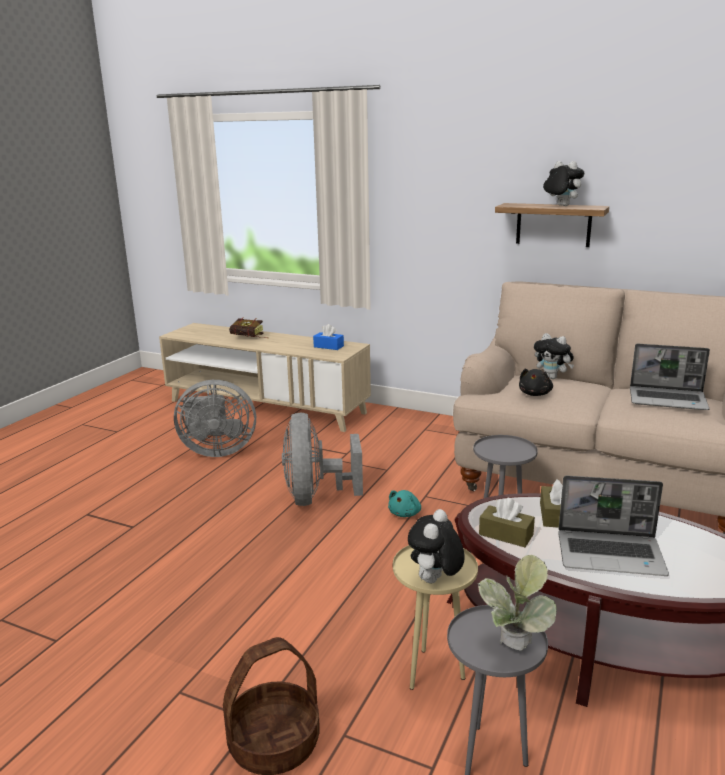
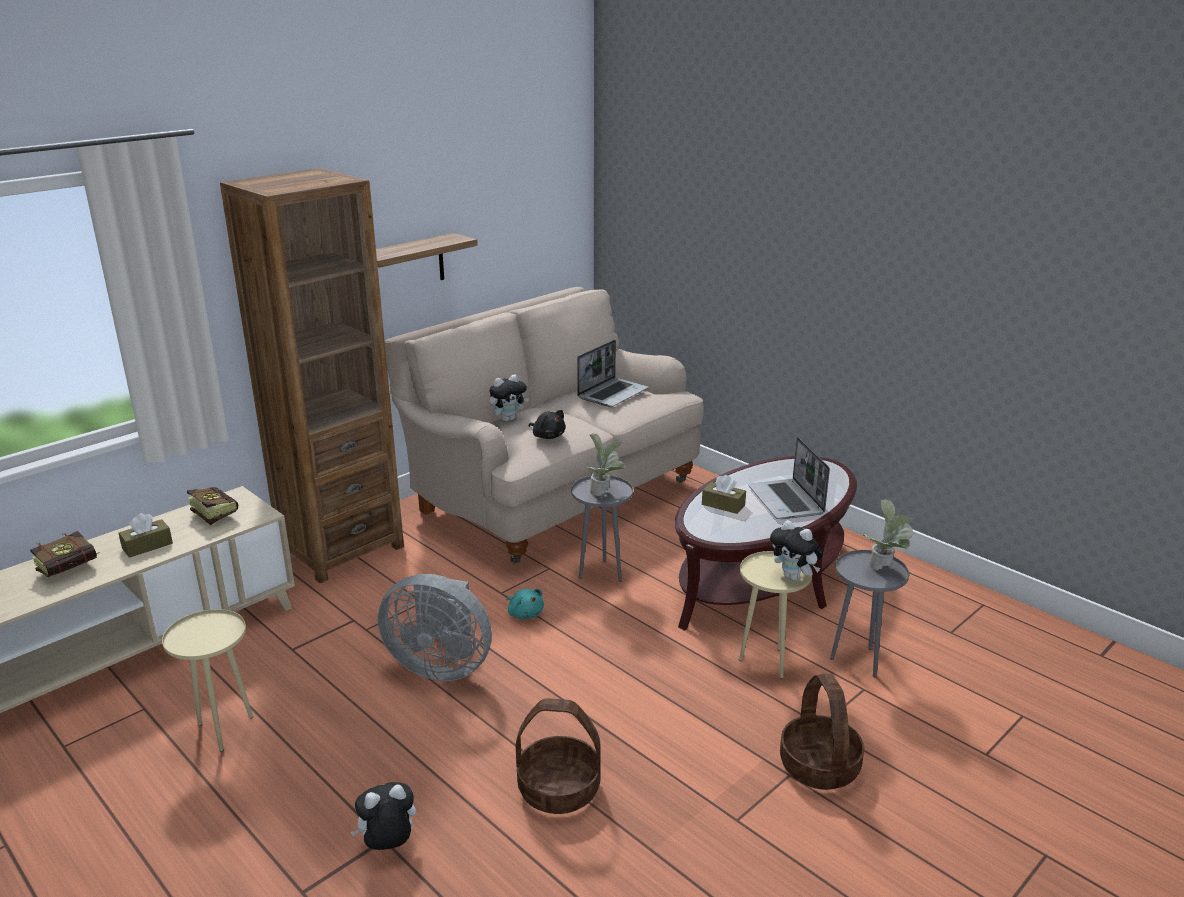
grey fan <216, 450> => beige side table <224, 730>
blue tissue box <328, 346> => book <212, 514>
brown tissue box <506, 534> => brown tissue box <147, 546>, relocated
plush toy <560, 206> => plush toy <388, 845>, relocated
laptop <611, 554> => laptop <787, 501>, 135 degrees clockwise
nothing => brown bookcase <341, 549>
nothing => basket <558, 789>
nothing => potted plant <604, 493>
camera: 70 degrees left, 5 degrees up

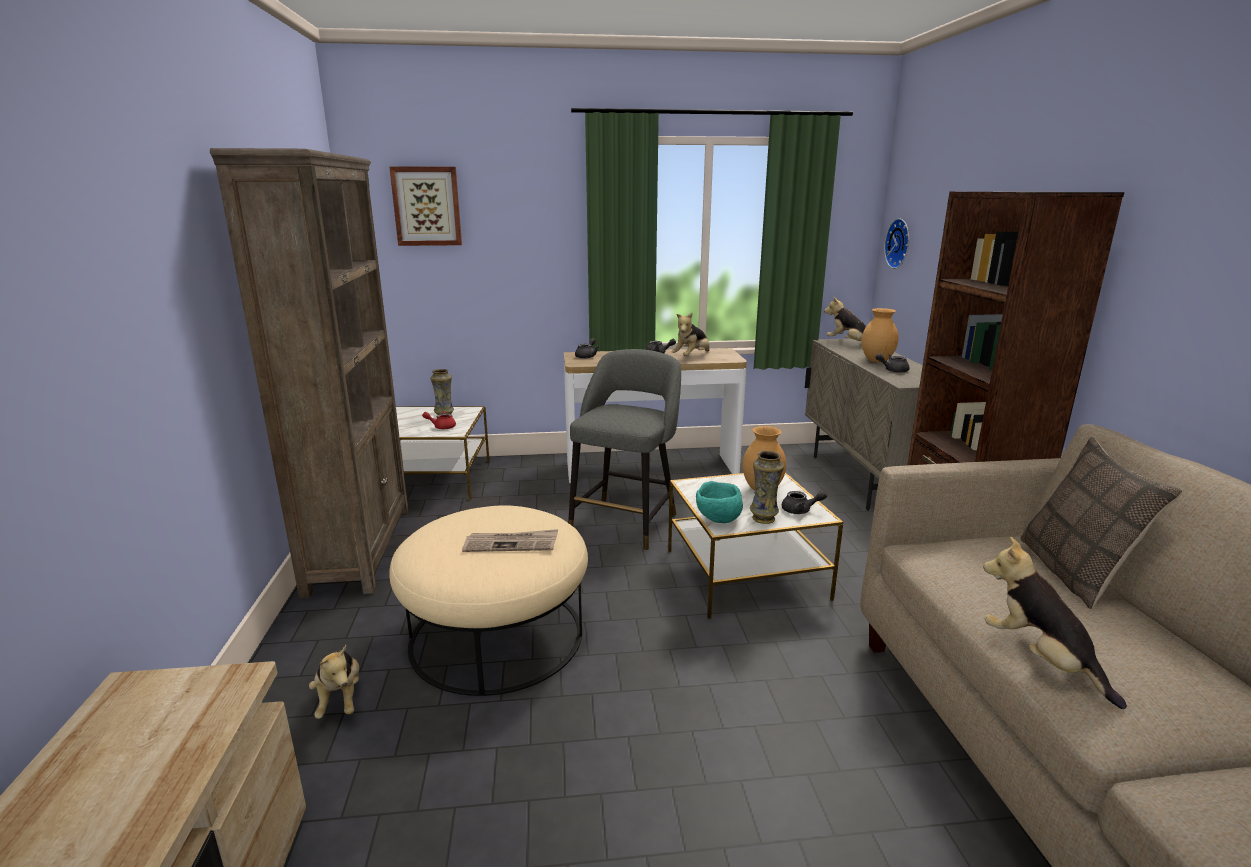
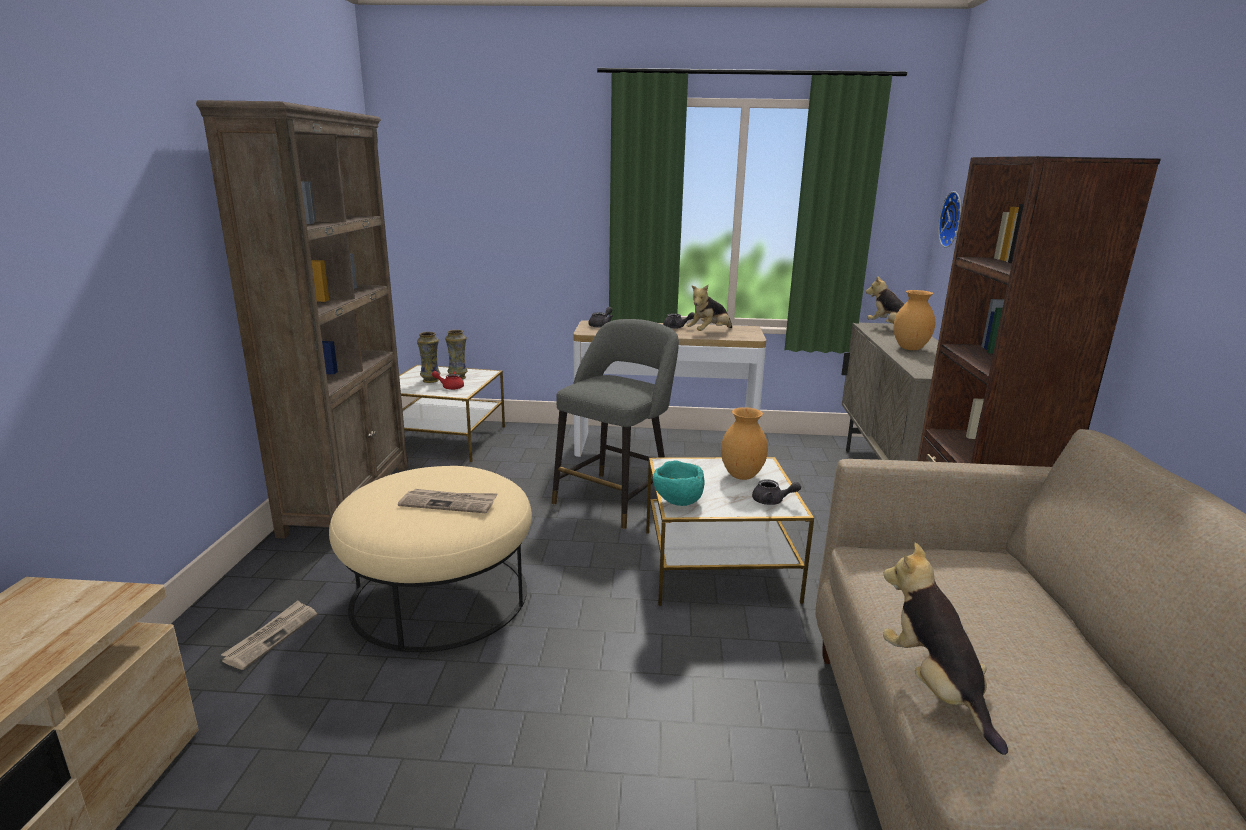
plush toy <340, 699> => newspaper <271, 636>
picture <427, 206> => nothing
vase <764, 519> => vase <430, 380>, relocated
grey teapot <892, 370> => nothing
pillow <1075, 573> => nothing
camera: 10 degrees right, 0 degrees up

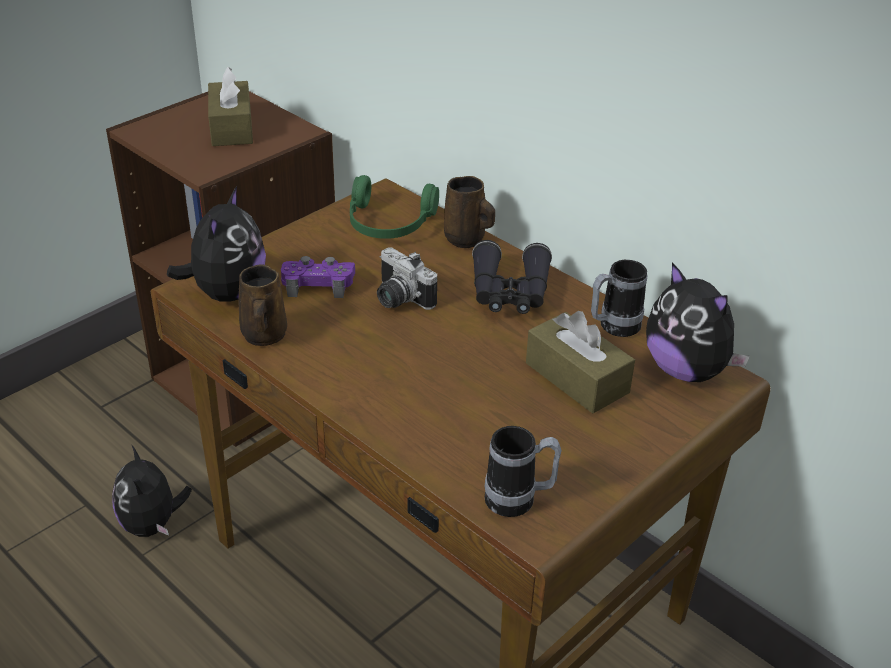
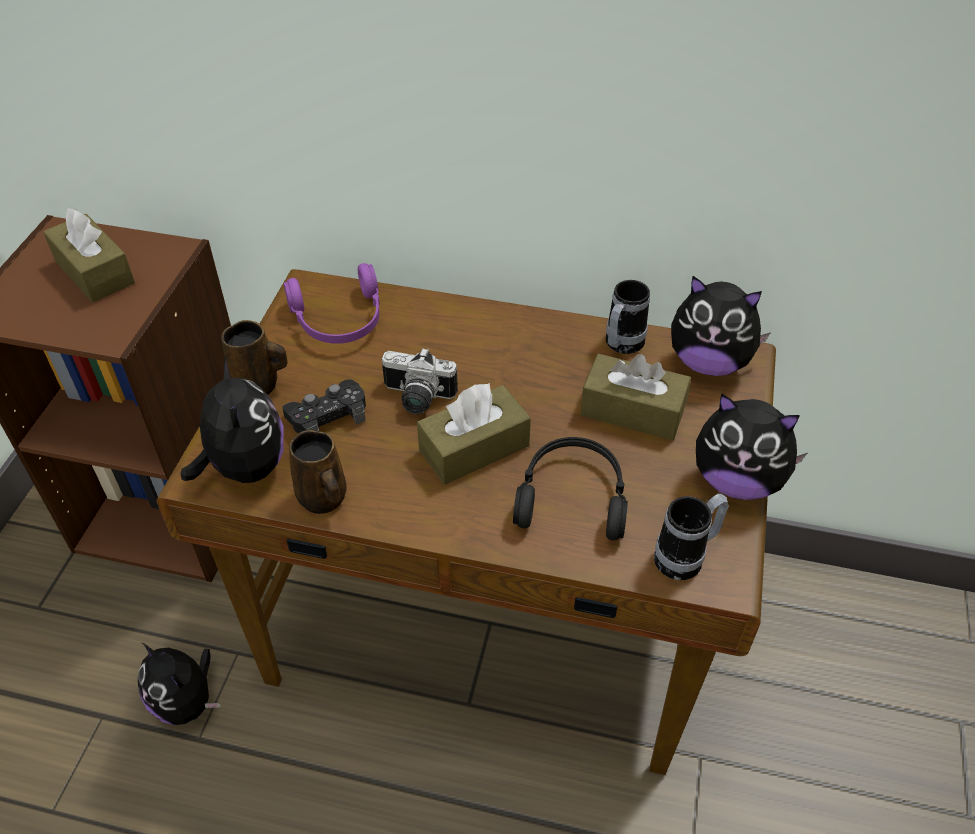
purple game controller <318, 284> => black game controller <327, 416>
green headphones <388, 224> => purple headphones <339, 320>
brown mug <466, 240> => brown mug <259, 385>, relocated
black binoculars <509, 292> => nothing
nothing => brown tissue box <474, 448>
nothing => black headphones <572, 497>
nothing => plush toy <737, 480>
camera: 30 degrees left, 10 degrees up

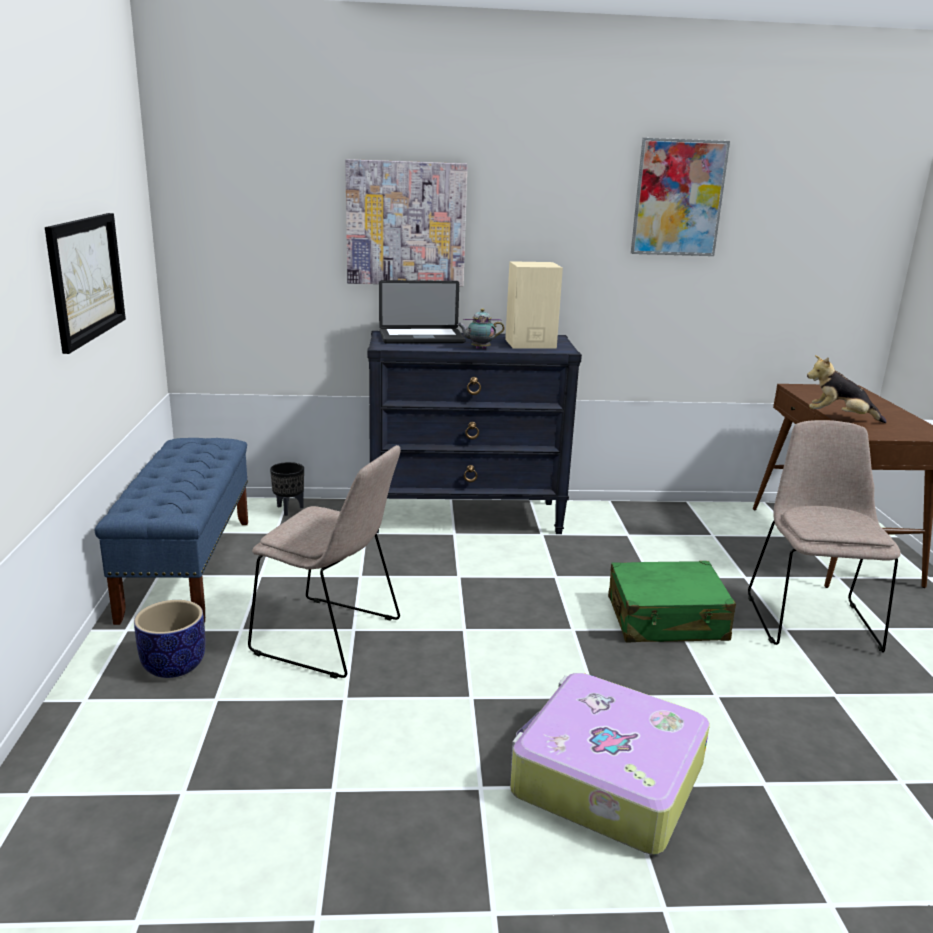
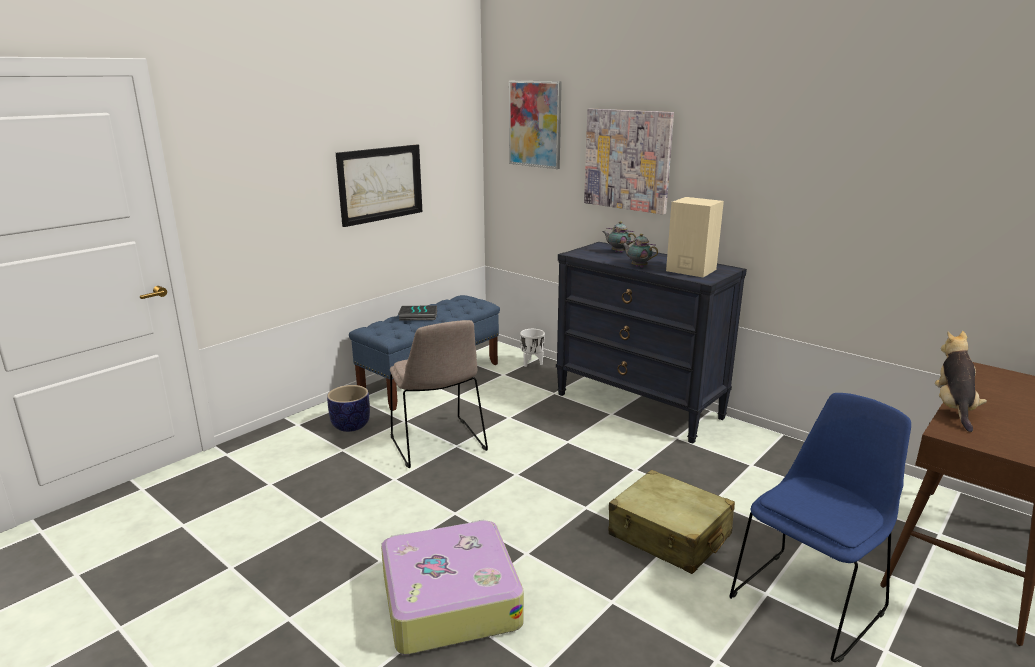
black planter <288, 509> => white planter <532, 363>
laptop <421, 338> => teapot <617, 252>
green suitcase <667, 619> => beige suitcase <669, 535>
picture <678, 198> => picture <535, 124>, relocated
beige chair <811, 619> => blue chair <809, 601>
plush toy <839, 418> => plush toy <953, 408>, 45 degrees clockwise
nothing => book <417, 316>
camera: 45 degrees right, 0 degrees up

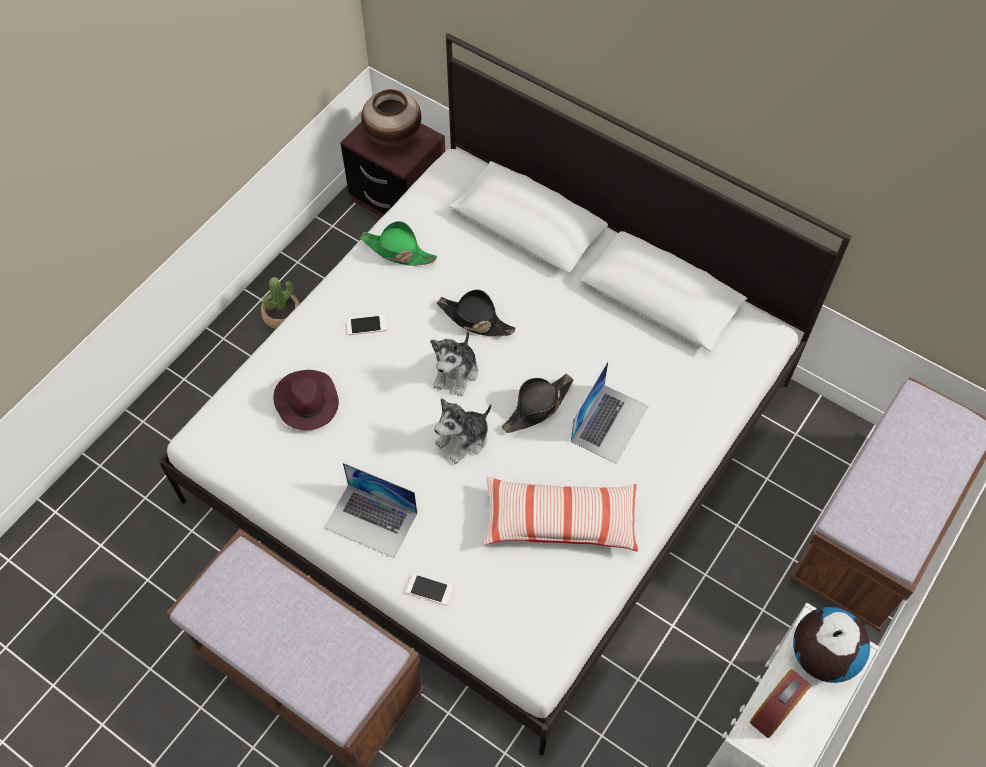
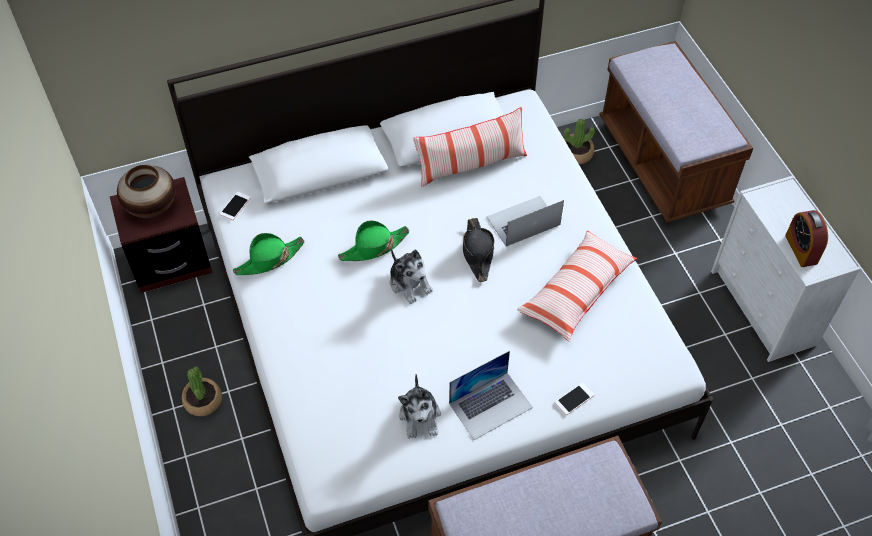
purple hat <306, 401> => nothing
phone <366, 325> => phone <235, 206>, relocated
plush toy <464, 439> => plush toy <420, 416>, relocated
black hat <475, 319> => green hat <374, 247>
laptop <609, 423> => laptop <523, 221>, 90 degrees counterclockwise
globe <821, 655> => nothing
nothing => pillow <471, 165>
nothing => potted plant <576, 153>
camera: 55 degrees left, 5 degrees down

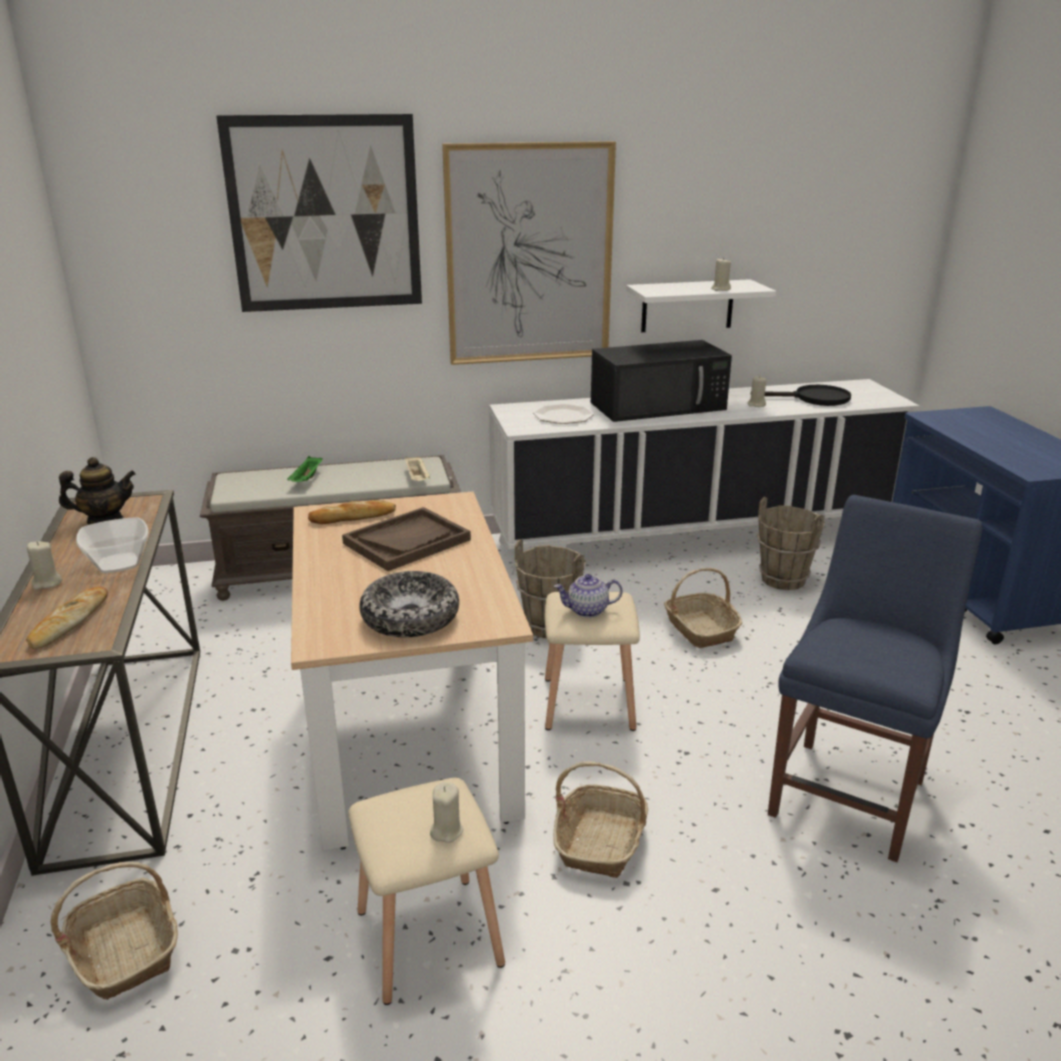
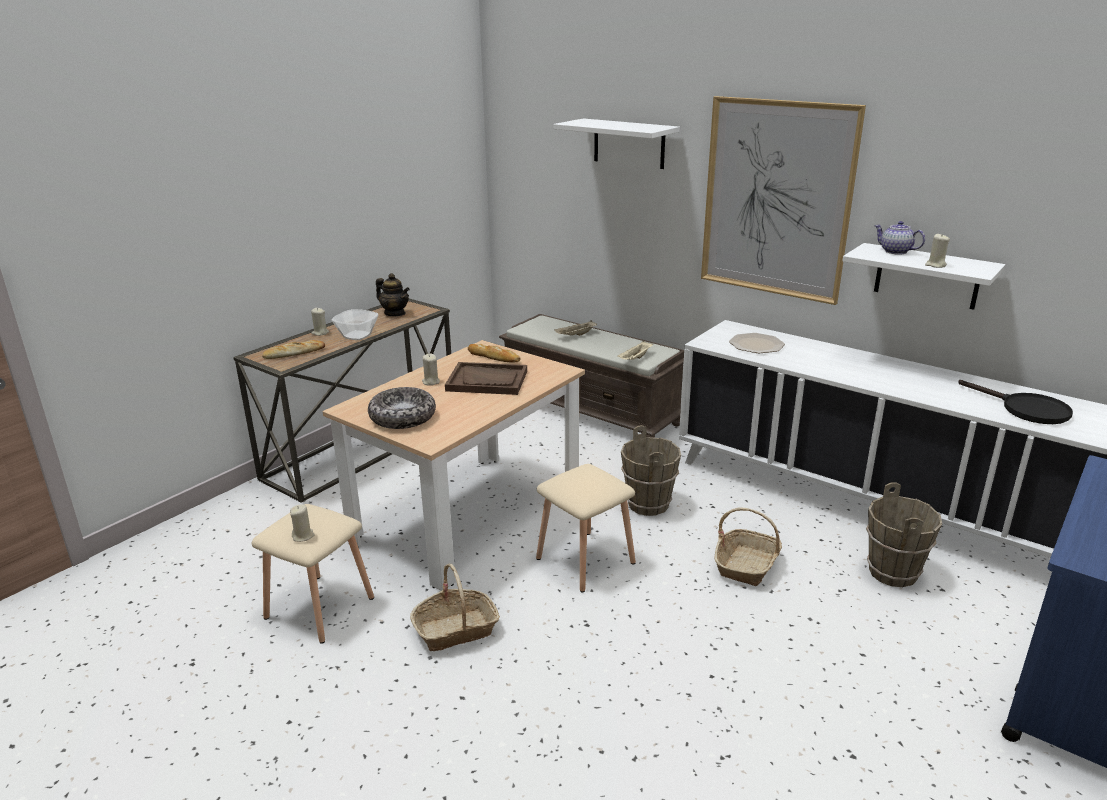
basket <125, 950> => nothing
picture <325, 214> => white shelf <629, 143>
green tray <307, 479> => beige tray <575, 335>
teapot <587, 610> => teapot <895, 251>, relocated
black microwave <659, 405> => nothing
beige candle <756, 404> => beige candle <431, 382>, relocated
blue chair <850, 792> => nothing
camera: 50 degrees right, 0 degrees up

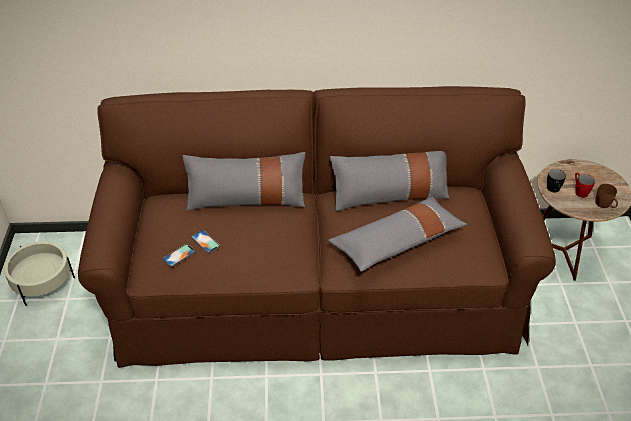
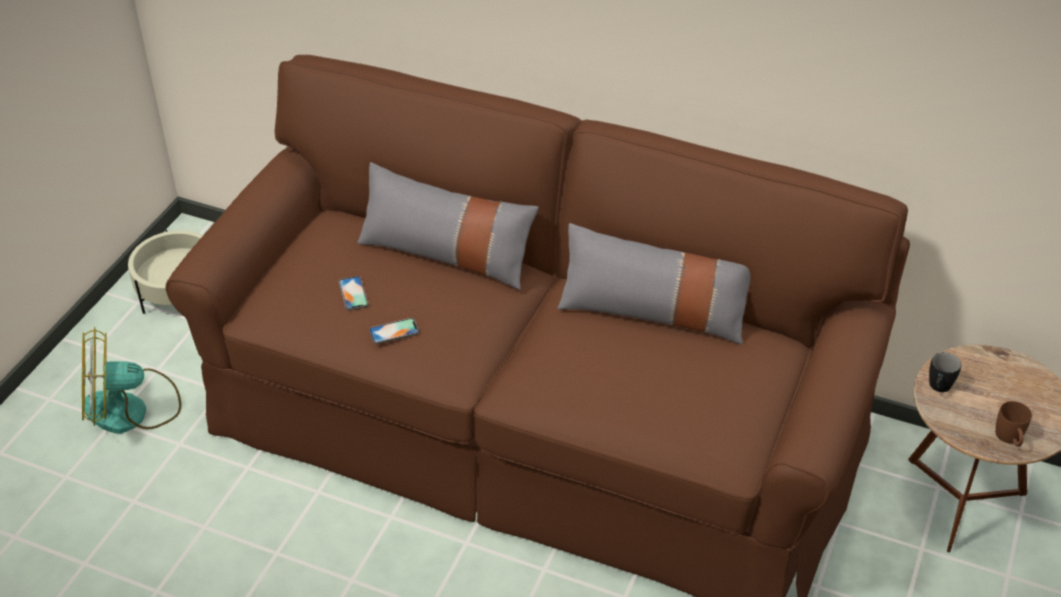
phone <179, 255> => phone <394, 331>, relocated
grey pillow <397, 242> => nothing
red mug <579, 191> => nothing
nothing => fan <131, 410>
camera: 25 degrees right, 0 degrees up

